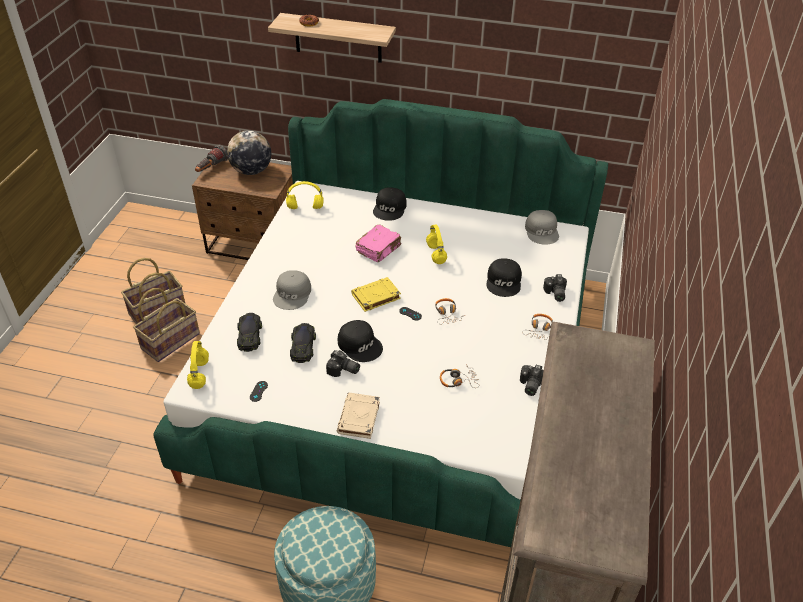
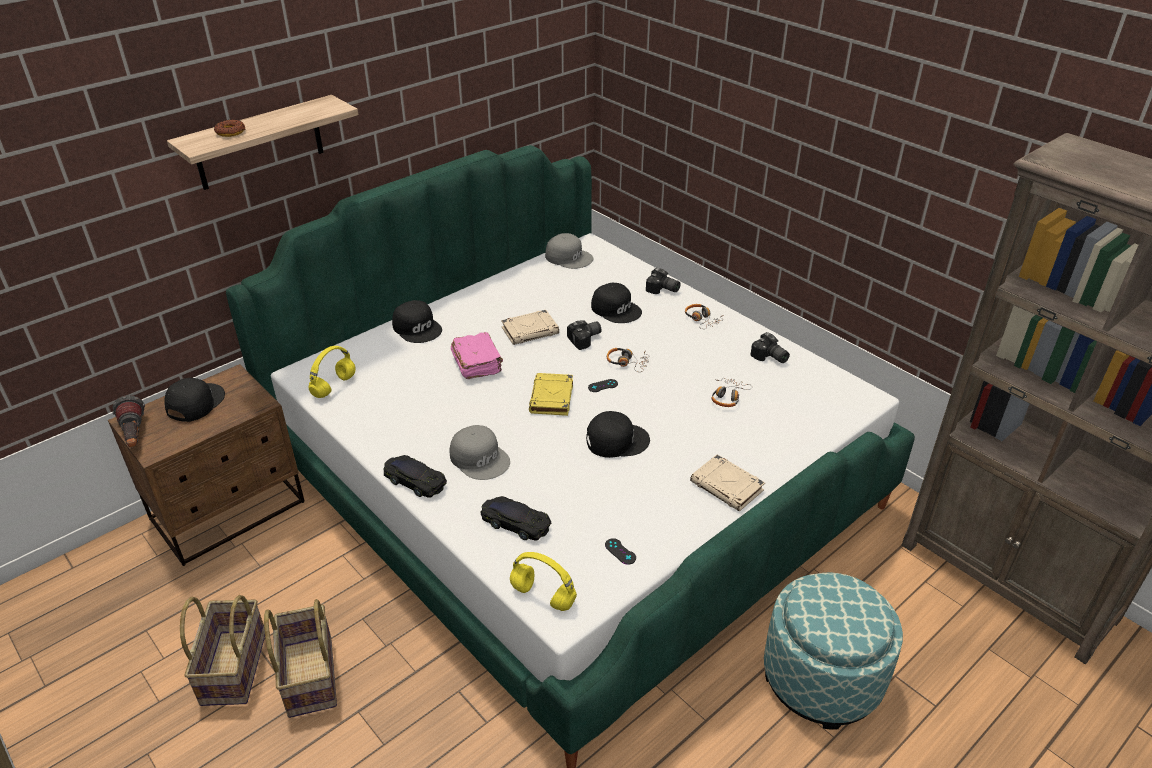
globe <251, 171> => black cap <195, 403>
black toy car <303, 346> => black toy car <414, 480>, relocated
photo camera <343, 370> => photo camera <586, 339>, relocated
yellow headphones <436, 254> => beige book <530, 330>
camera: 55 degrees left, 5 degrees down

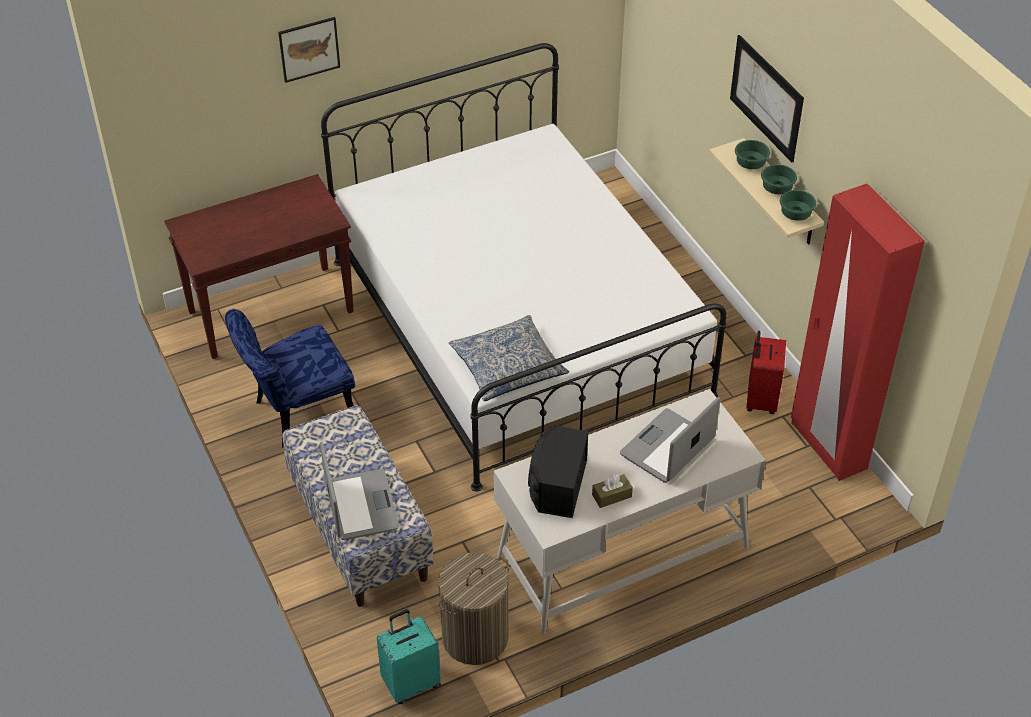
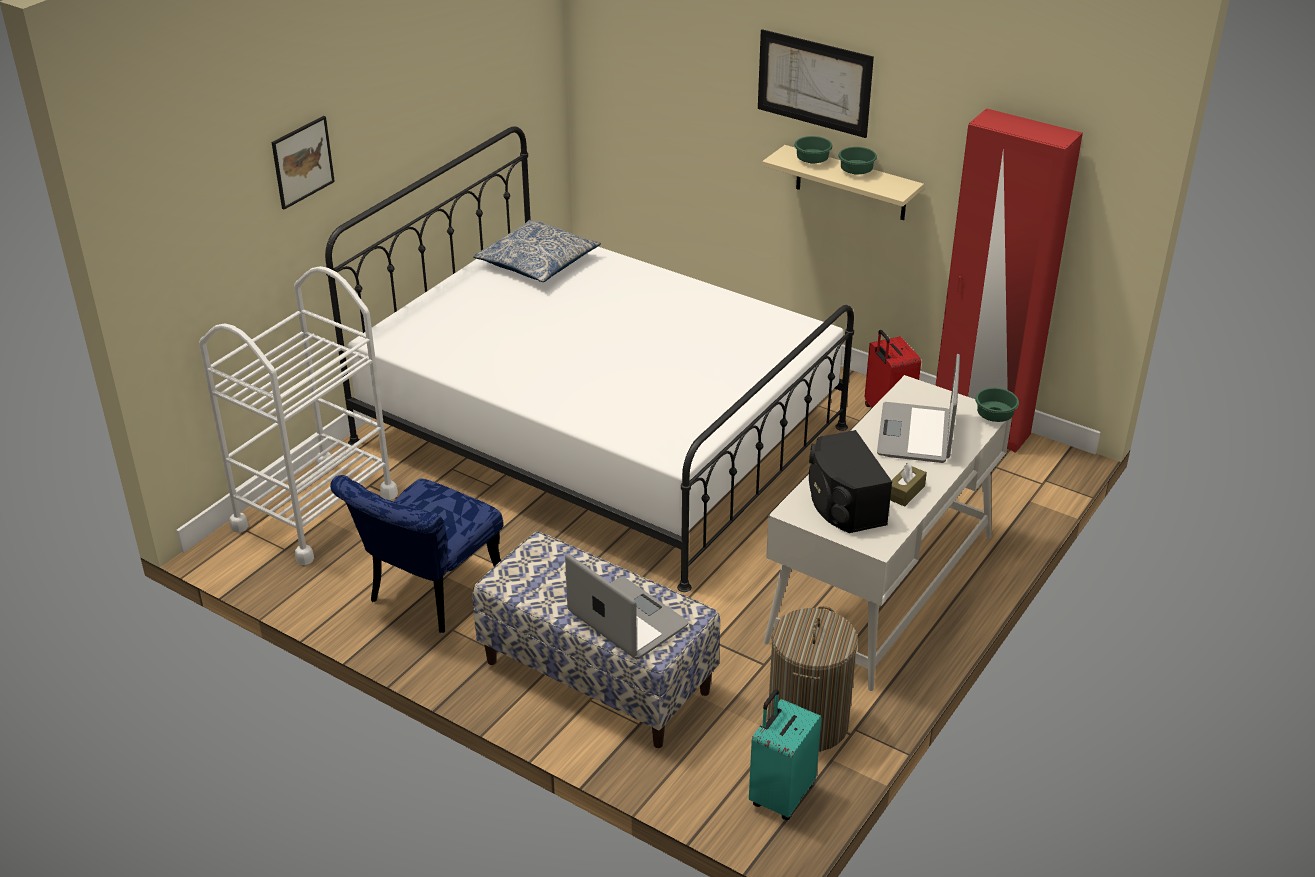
brown console table <272, 311> => white cart <315, 511>
pillow <507, 367> => pillow <537, 263>, relocated
green bowl <794, 215> => green bowl <994, 417>, relocated
camera: 30 degrees left, 10 degrees down

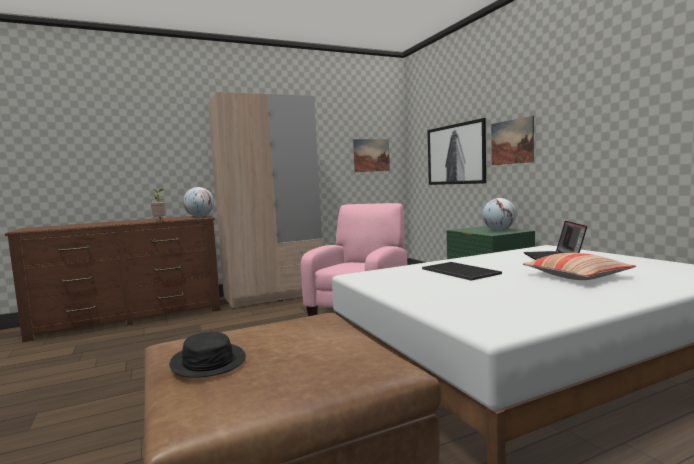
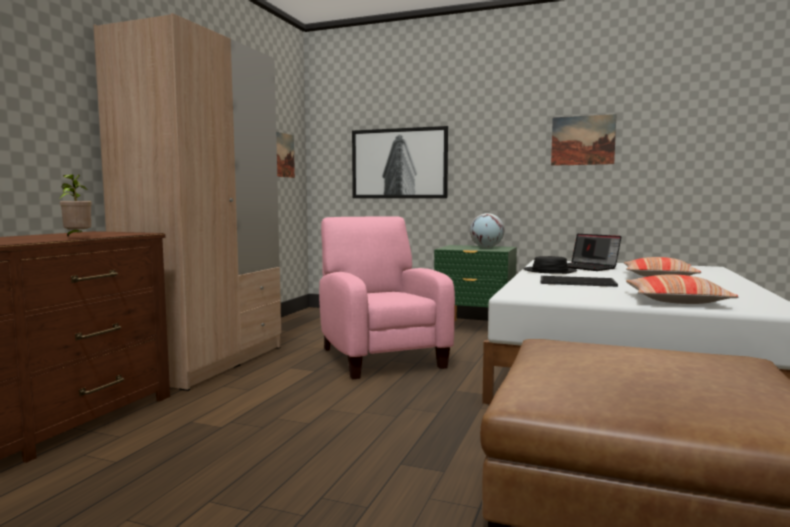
black hat <207, 361> => black hat <549, 271>, relocated
globe <200, 216> => nothing
picture <511, 142> => picture <583, 140>, relocated
nothing => pillow <676, 301>
camera: 45 degrees left, 0 degrees up

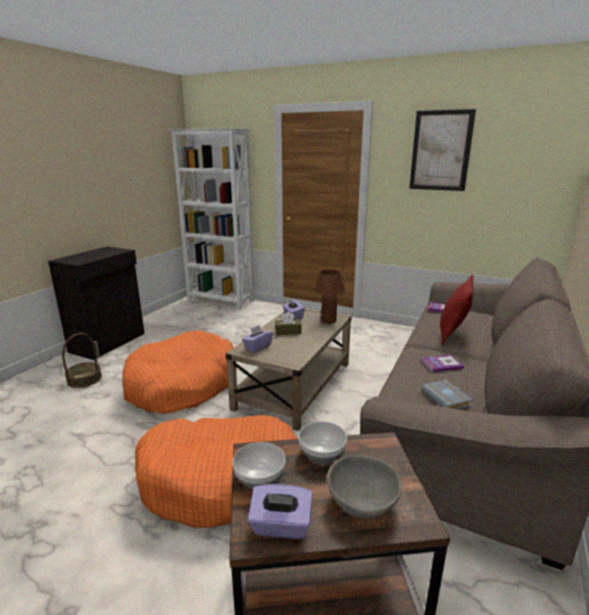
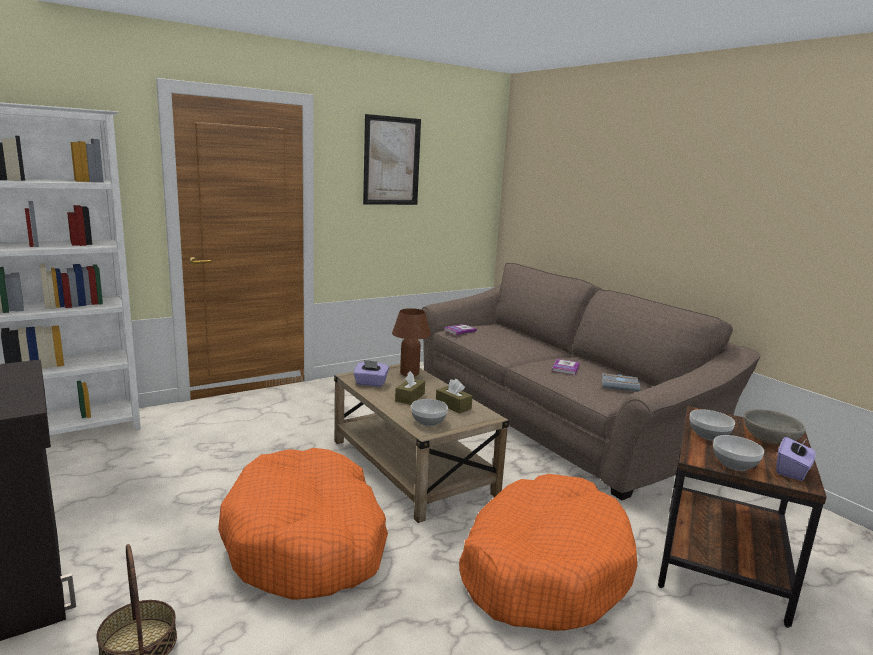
purple tissue box <257, 347> => bowl <429, 421>
red pillow <452, 334> => nothing
nothing => brown tissue box <453, 406>
camera: 60 degrees left, 5 degrees down

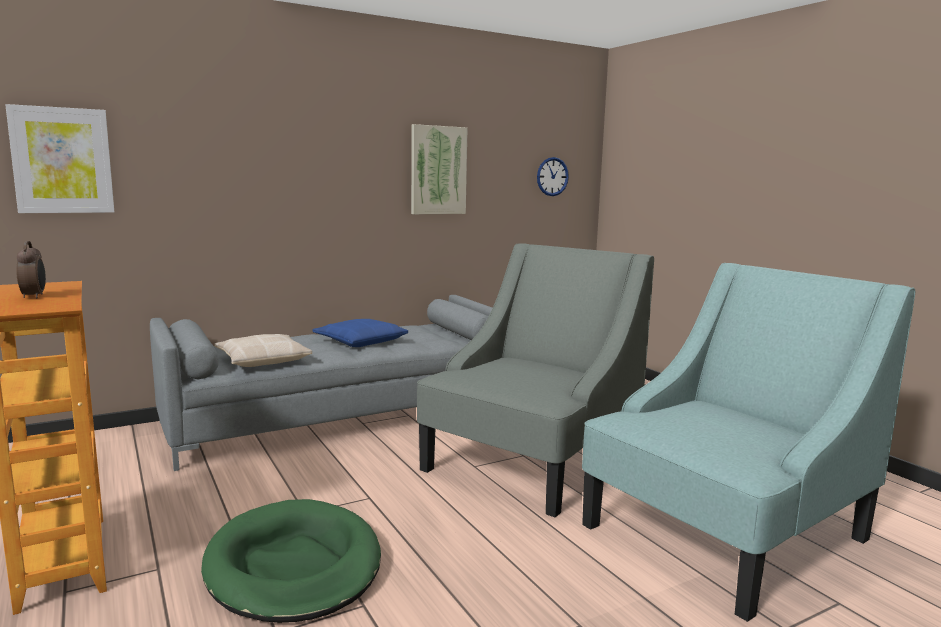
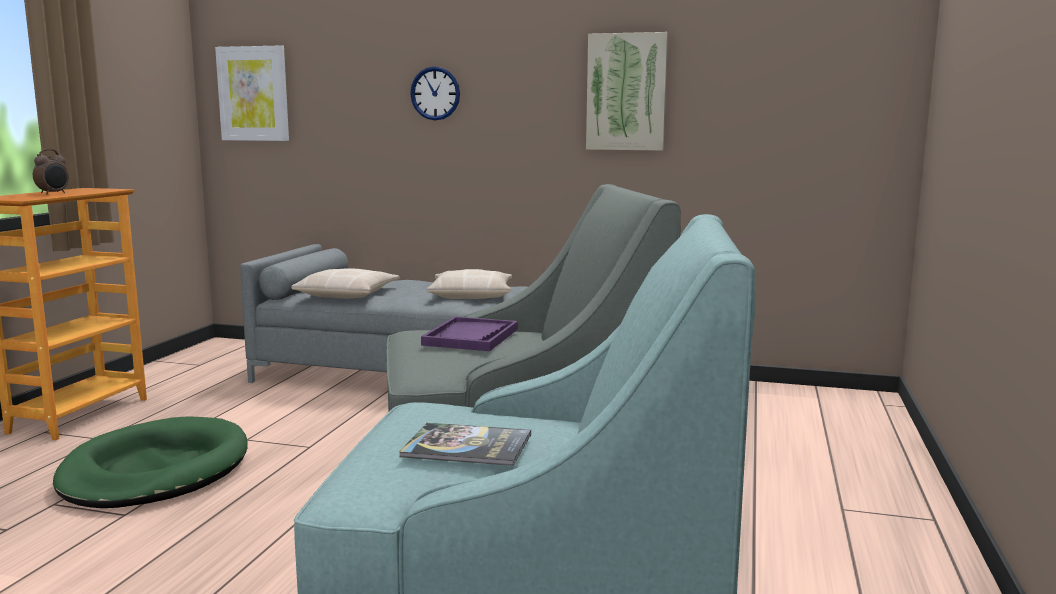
blue pillow <360, 341> => beige pillow <471, 295>
wall clock <552, 176> => wall clock <435, 93>, relocated
nothing => book <467, 446>
nothing => purple tray <471, 337>
camera: 45 degrees right, 0 degrees up

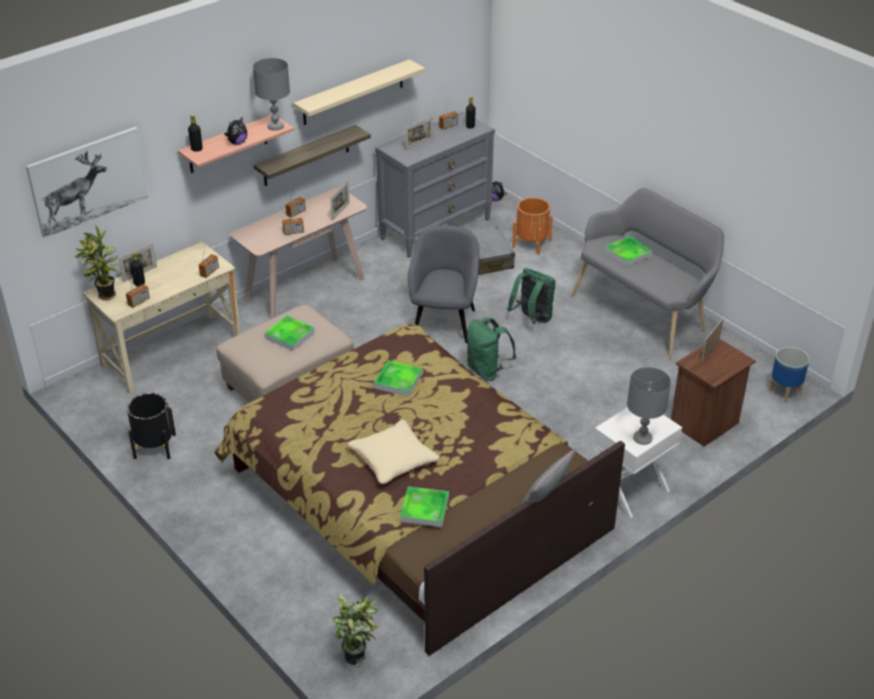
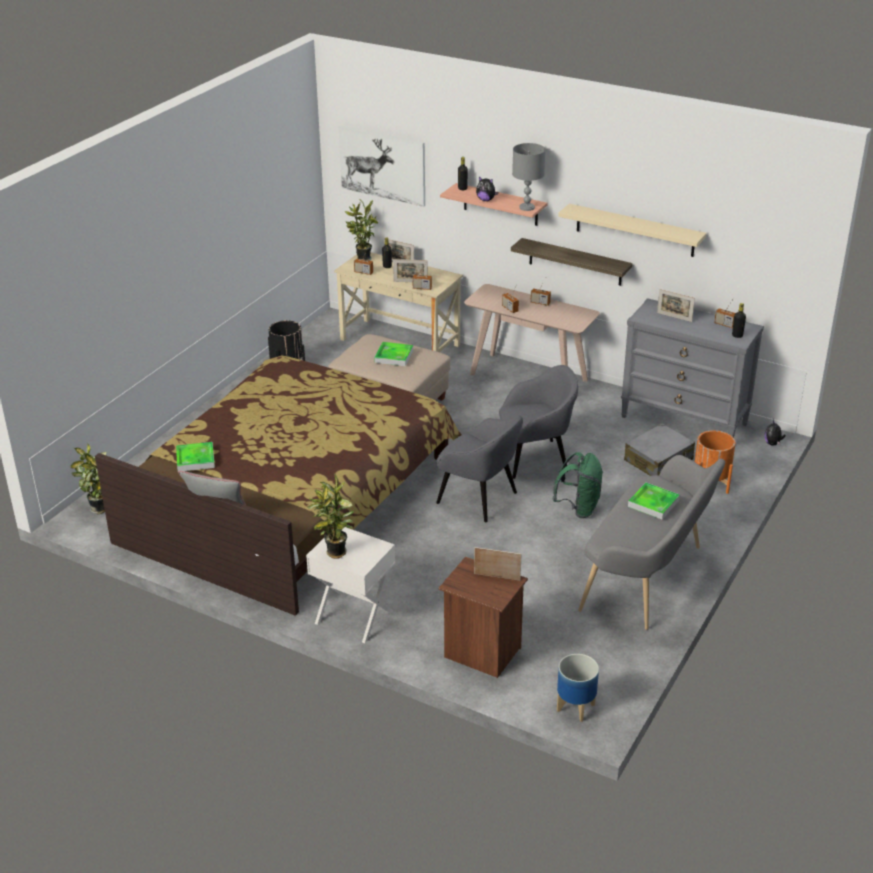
picture frame <340, 212> => picture frame <410, 282>, relocated
beige pillow <393, 457> => nothing
tray <398, 381> => nothing
green backpack <487, 371> => grey armchair <478, 498>
grey table lamp <642, 438> => potted plant <335, 554>
camera: 70 degrees right, 5 degrees down

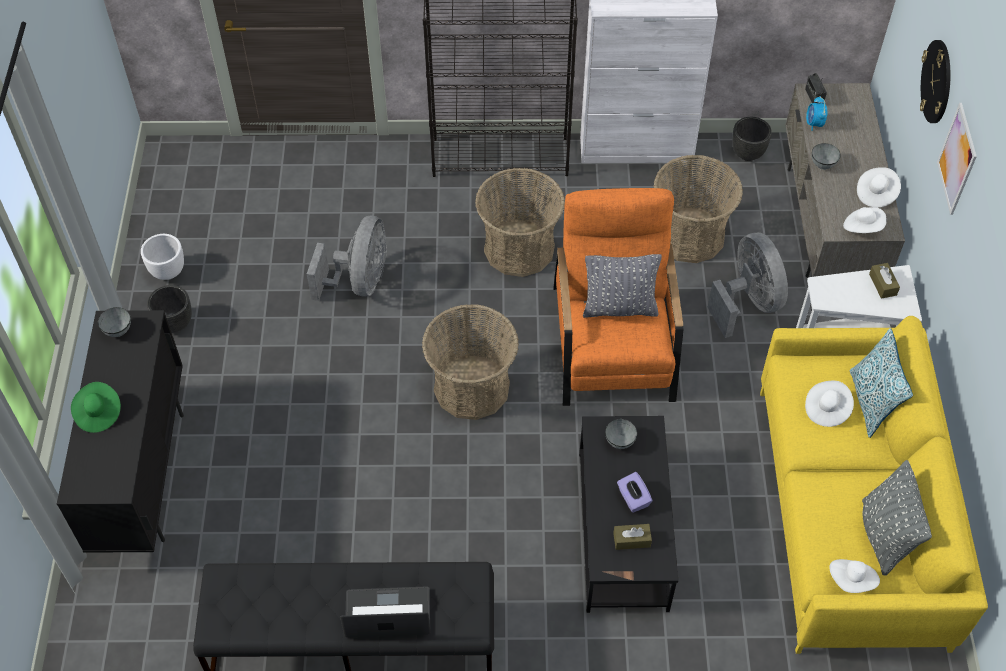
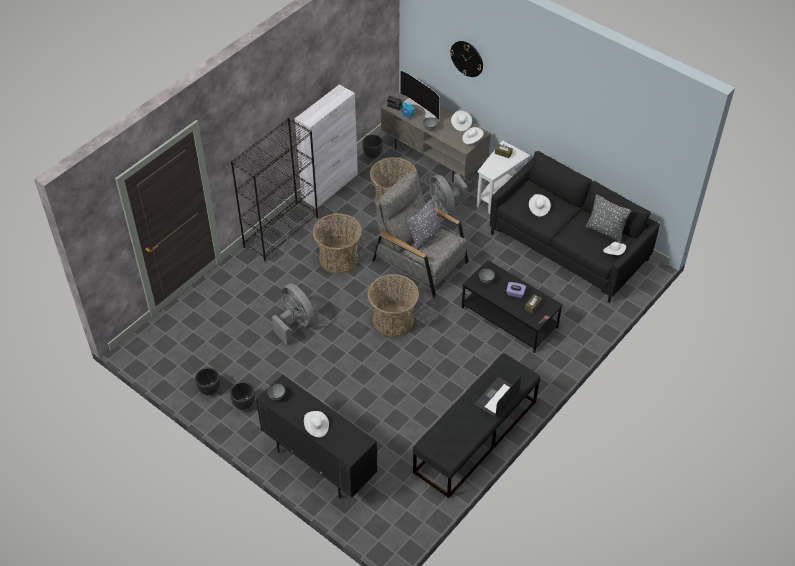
green hat <98, 413> => white hat <316, 427>
white planter <168, 271> => black planter <209, 389>
orange armchair <613, 344> => grey armchair <420, 261>
grey fan <747, 302> => grey fan <445, 207>, 135 degrees counterclockwise
yellow sofa <849, 515> => black sofa <569, 247>
pillow <871, 402> => nothing
picture <957, 159> => nothing
nothing => television <422, 107>
camera: 50 degrees left, 5 degrees down

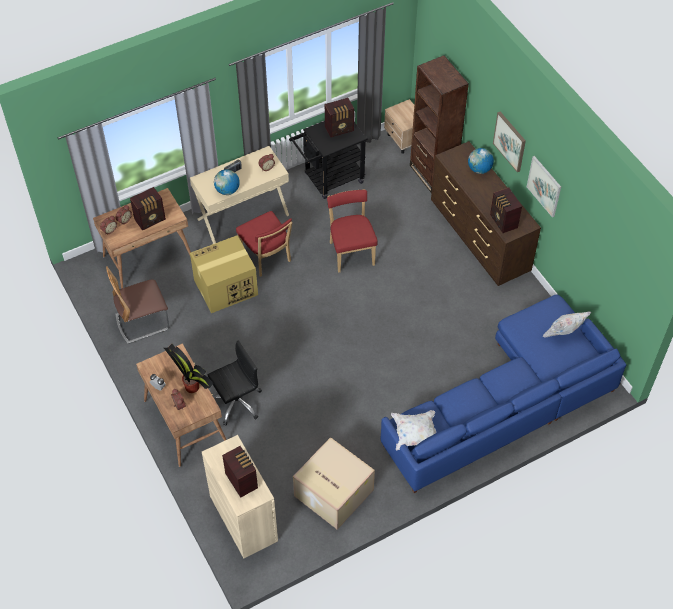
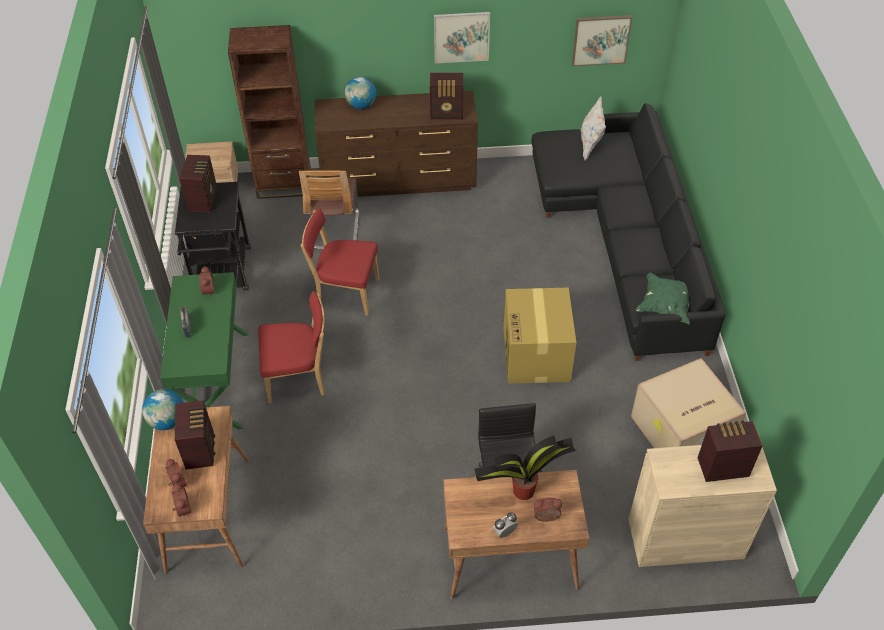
chair <142, 322> => chair <333, 229>, relocated
beige desk <243, 216> => green desk <215, 381>
cardboard box <225, 288> => cardboard box <536, 355>, relocated
globe <227, 190> => globe <167, 421>, relocated
blue sofa <506, 403> => black sofa <625, 238>
white pillow <415, 434> => green pillow <665, 306>
picture <510, 141> => picture <601, 39>, relocated
camera: 65 degrees left, 5 degrees down

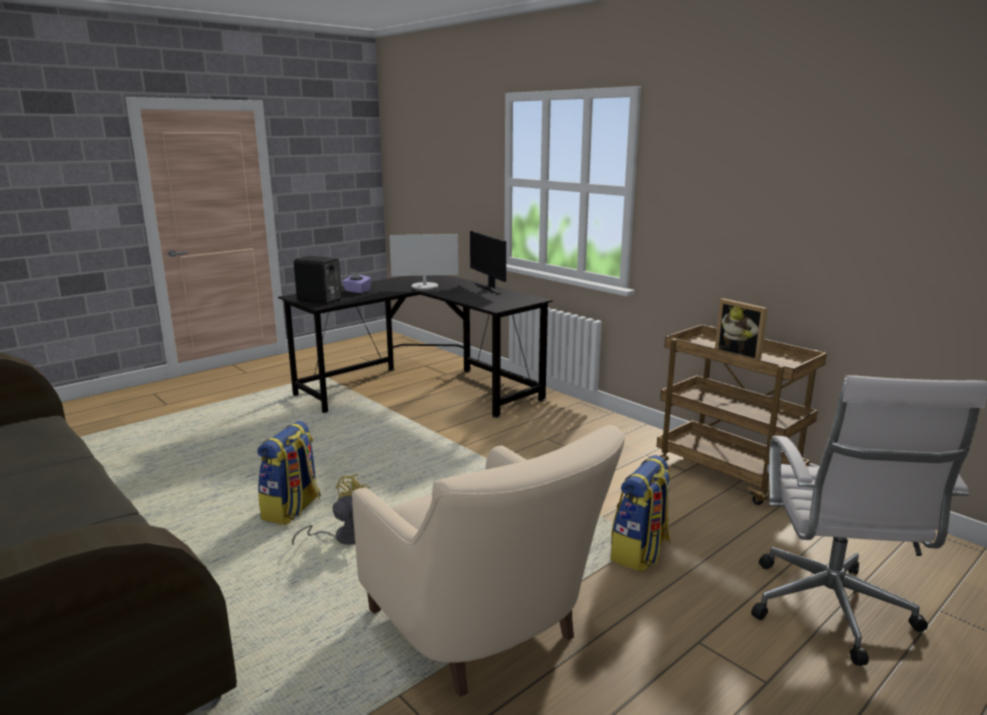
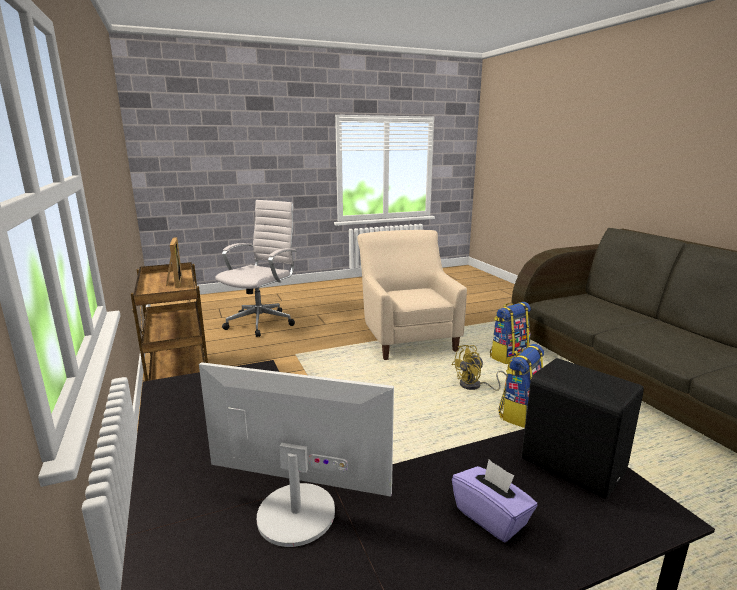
monitor <489, 288> => nothing
backpack <640, 552> => backpack <508, 356>, relocated
camera: 160 degrees left, 0 degrees up

